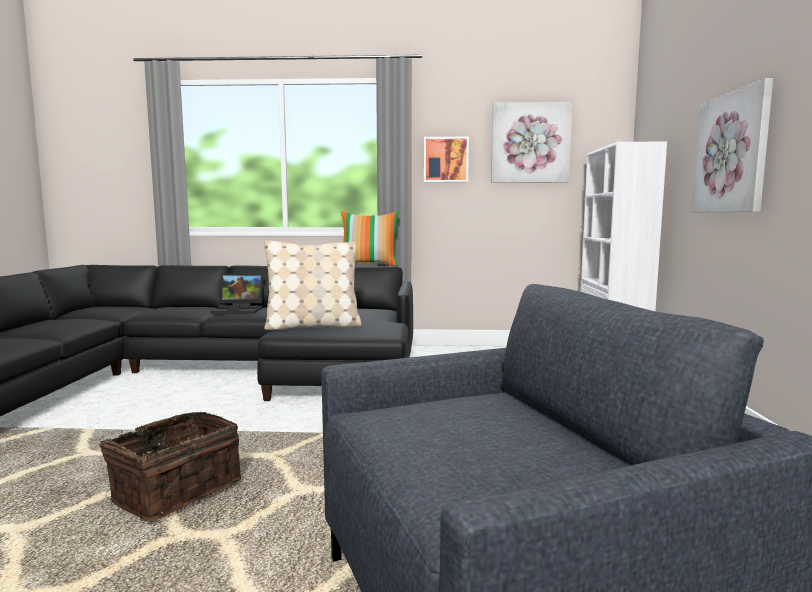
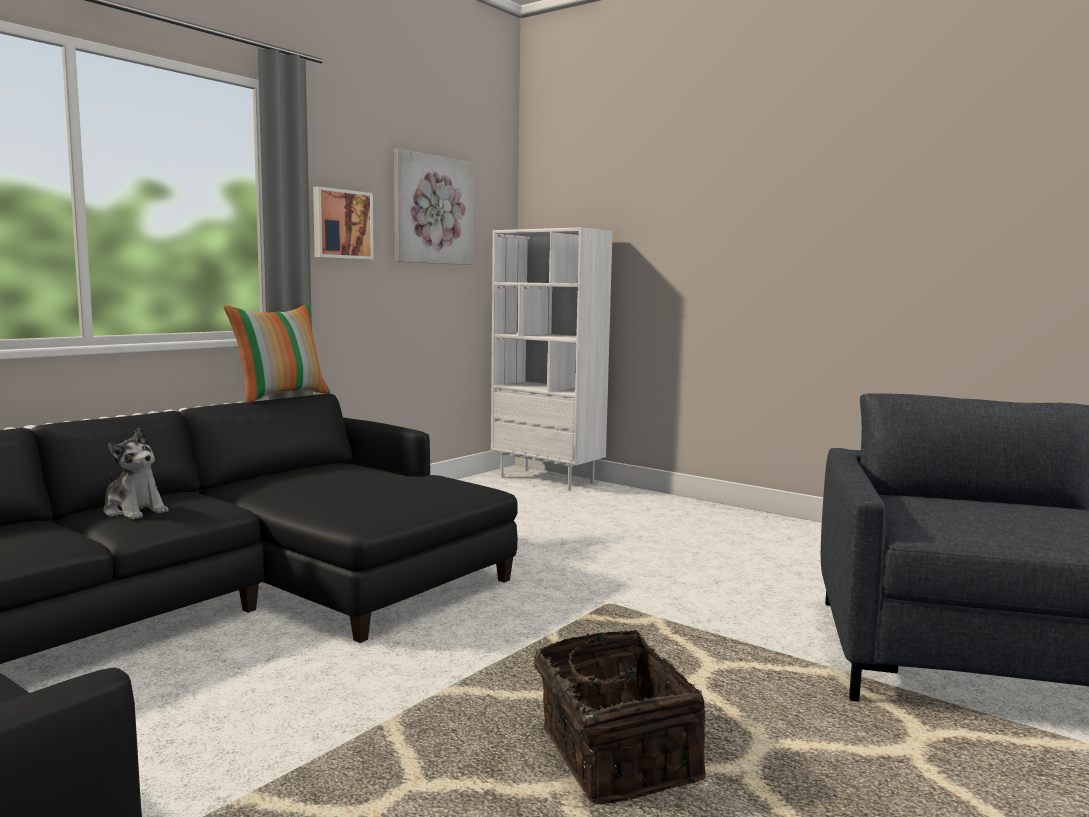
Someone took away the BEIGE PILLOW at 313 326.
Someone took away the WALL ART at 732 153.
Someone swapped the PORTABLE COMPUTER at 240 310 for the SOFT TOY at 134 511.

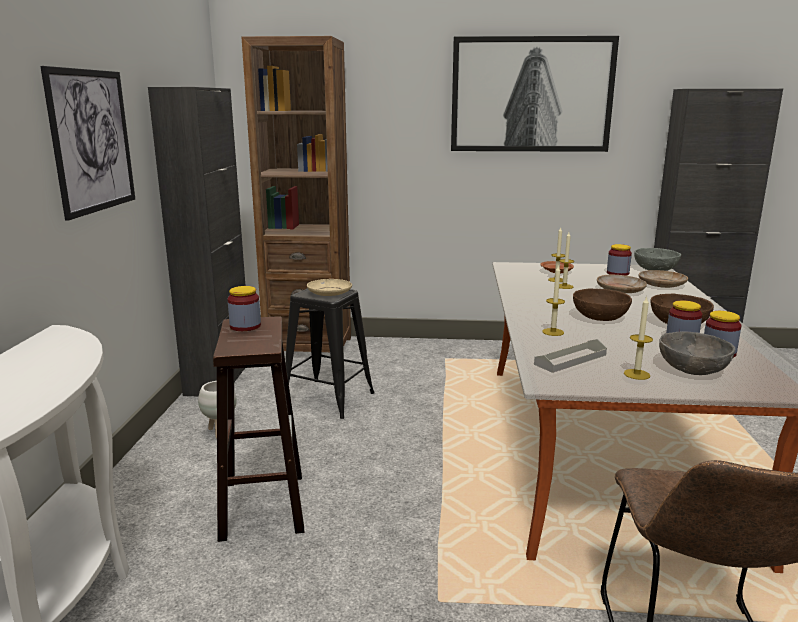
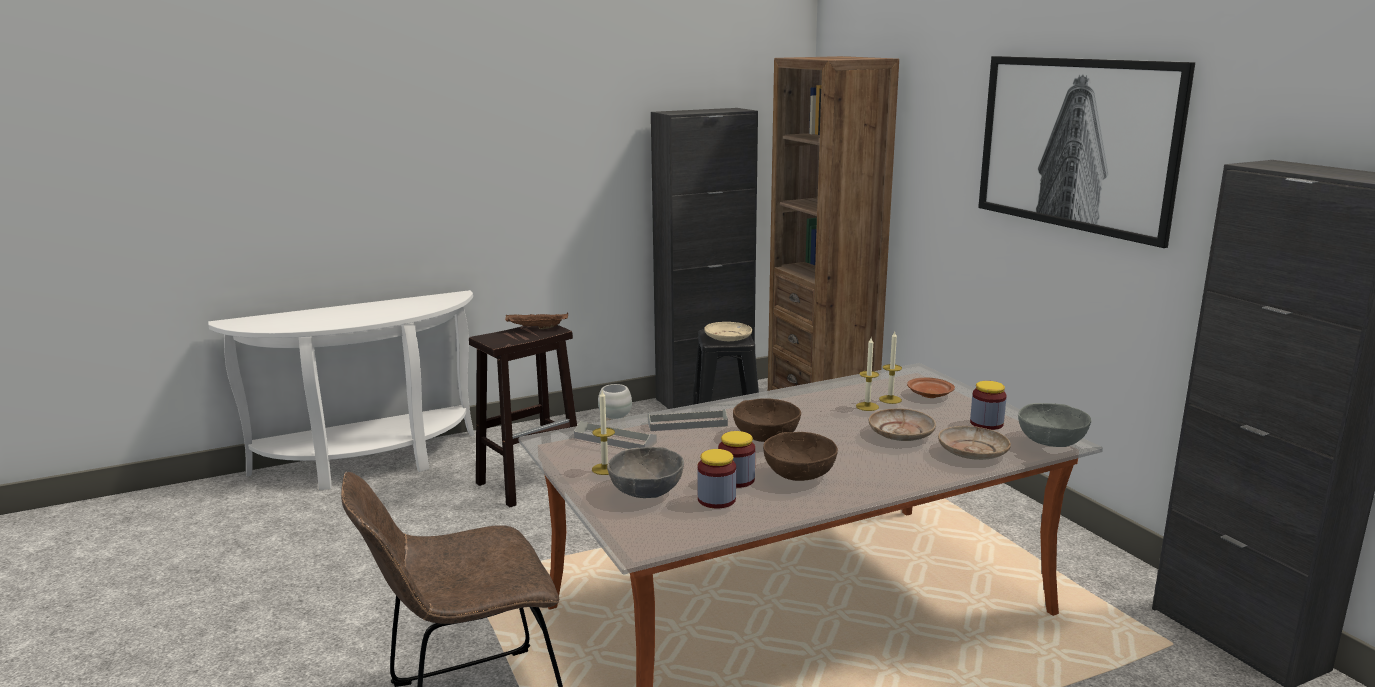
Someone took away the WALL ART at 92 141.
Someone swapped the STORAGE JAR at 245 326 for the BROWN-COLOURED TRAY at 536 328.
Someone swapped the WAX LIGHT at 553 332 for the GREY TRAY at 687 424.

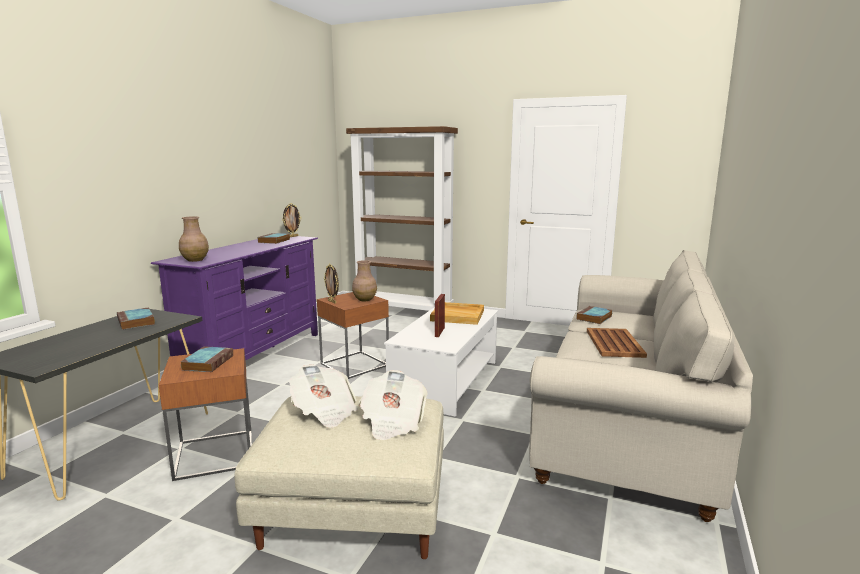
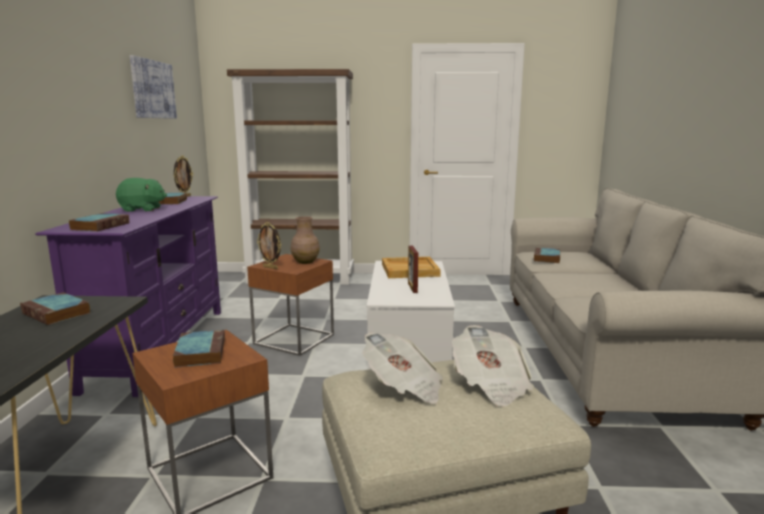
Someone took away the BROWN-COLOURED TRAY at 614 343.
Someone put down the GREEN SOFT TOY at 142 209.
Someone put up the WALL ART at 153 89.
Someone swapped the BROWN-COLOURED FLOWER VASE at 195 260 for the BOUND BOOK at 100 226.

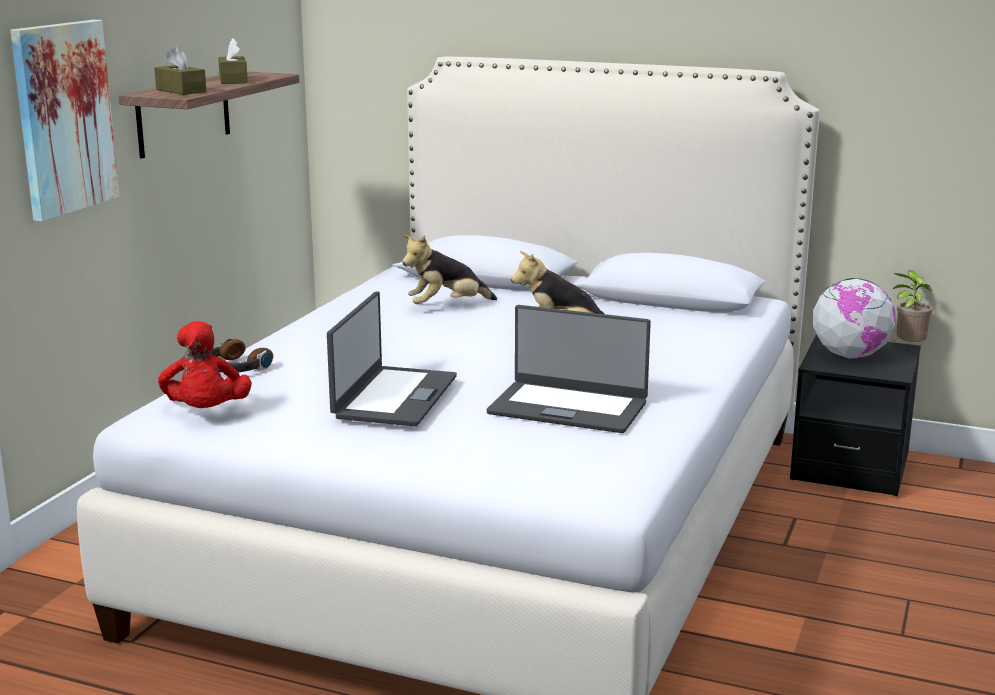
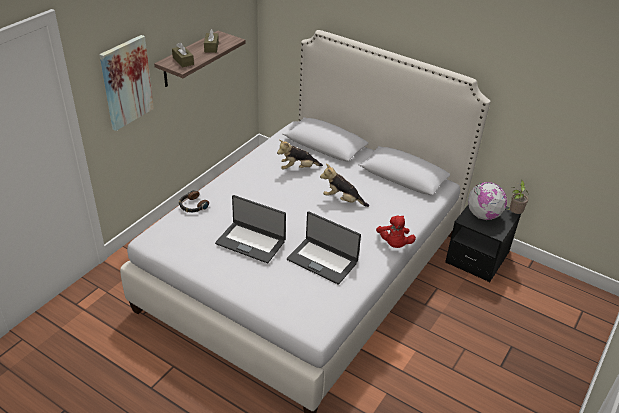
Someone carried the RED SOFT TOY from 206 413 to 394 244.
Someone rotated the PORTABLE COMPUTER at 393 397 by 90 degrees clockwise.

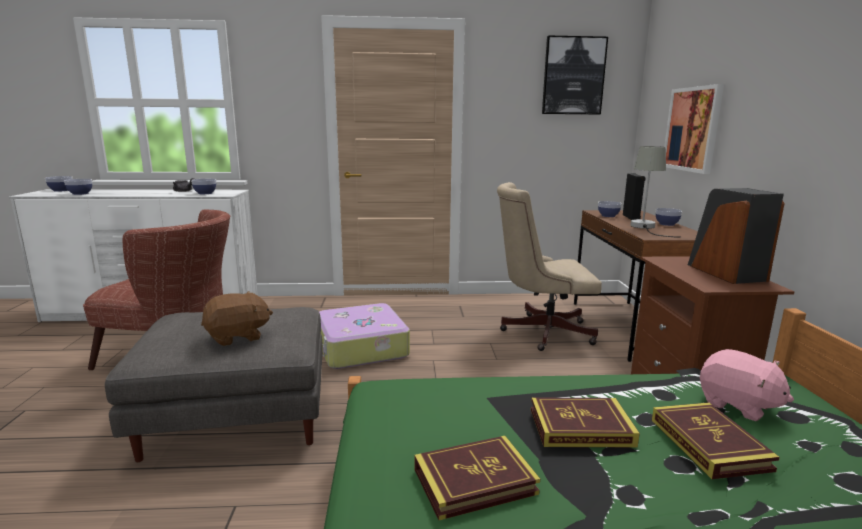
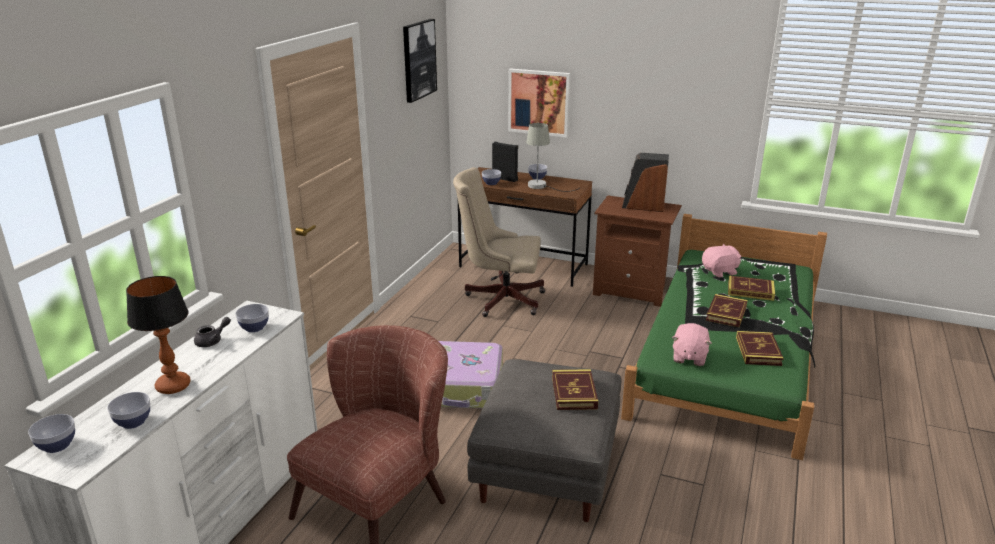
Someone put down the TABLETOP LAMP at 173 386.
Someone put down the PINK SOFT TOY at 689 357.
Someone swapped the BROWN-COLOURED SOFT TOY at 238 336 for the BOUND BOOK at 574 393.
Someone rotated the BEIGE OFFICE CHAIR at 541 331 by 75 degrees clockwise.

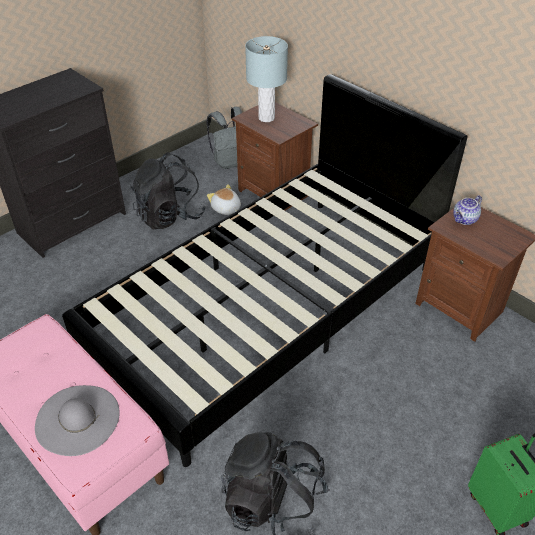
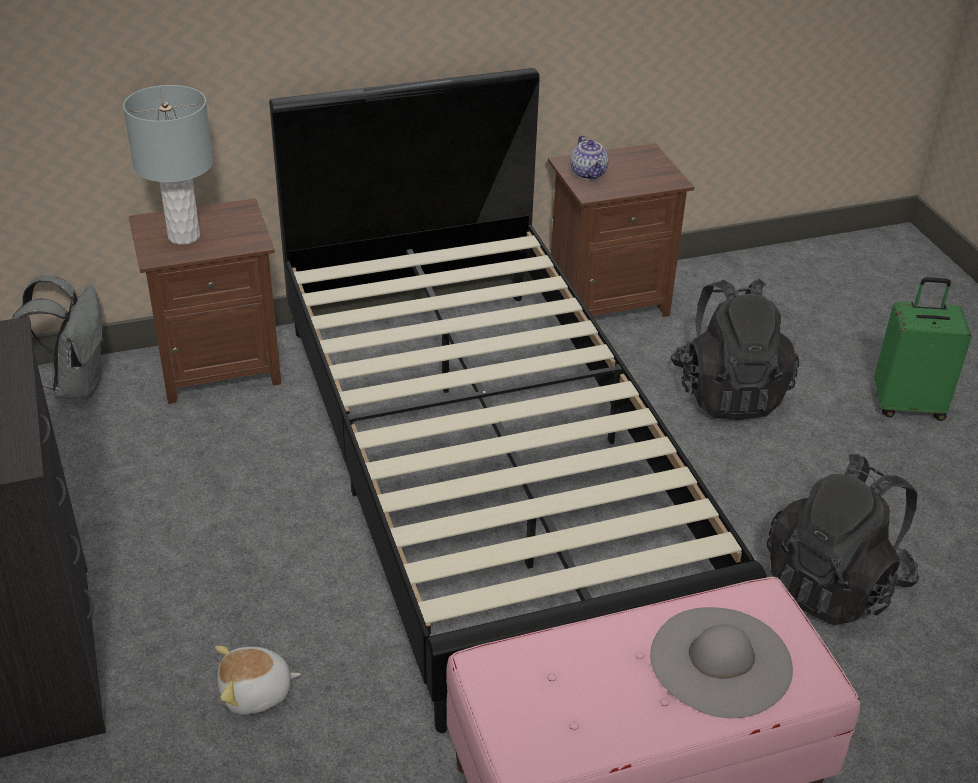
Someone carried the BLACKISH KNAPSACK from 170 216 to 728 393.
Someone carried the SOFT TOY from 226 209 to 256 693.

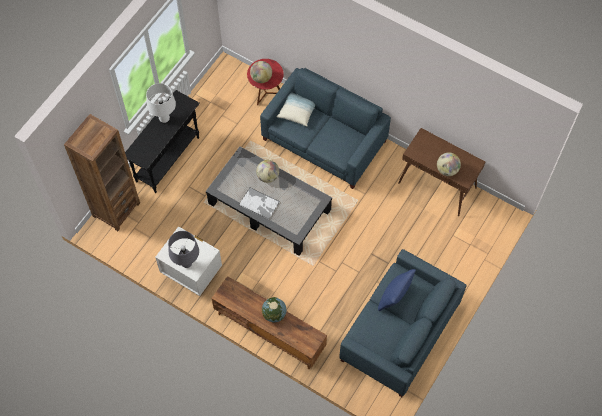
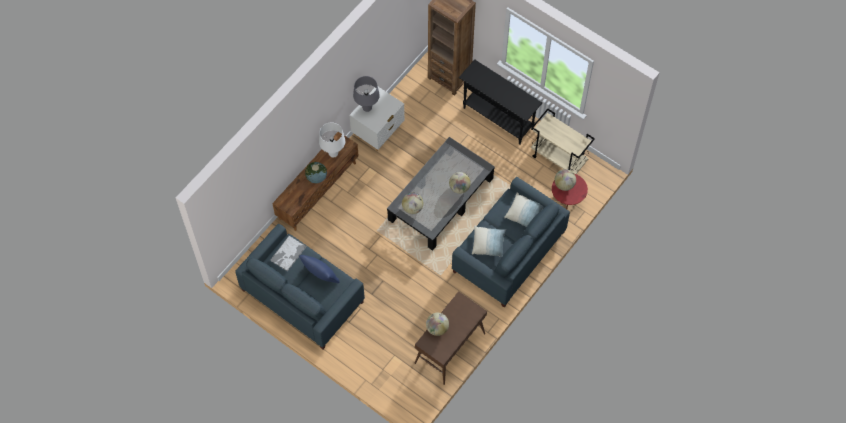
Someone put down the DESK GLOBE at 412 208.
Someone put down the PILLOW at 488 244.
Someone put down the BEIGE TROLLEY at 559 159.
Someone carried the WHITE-COLOURED TABLETOP LAMP from 164 119 to 333 154.
Someone carried the TRAY from 259 203 to 288 254.

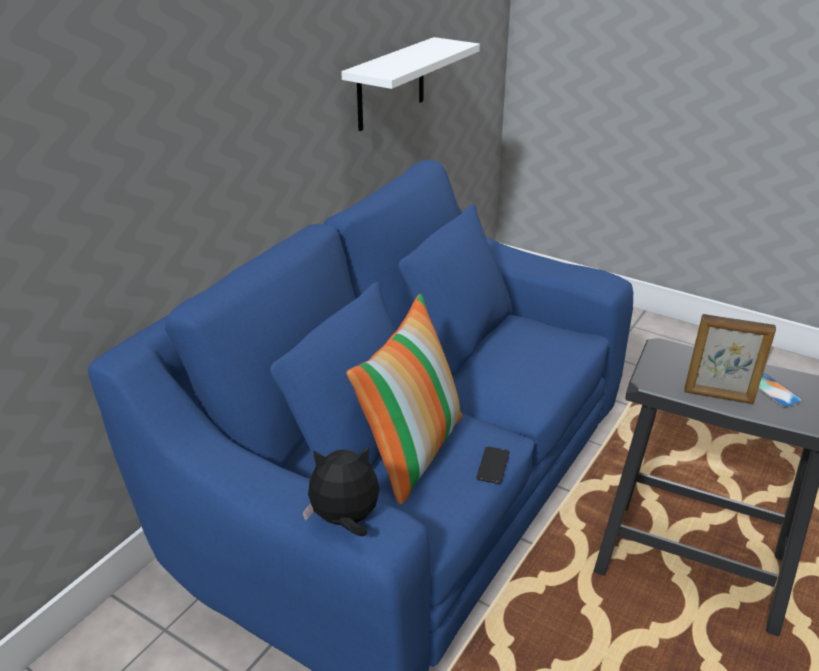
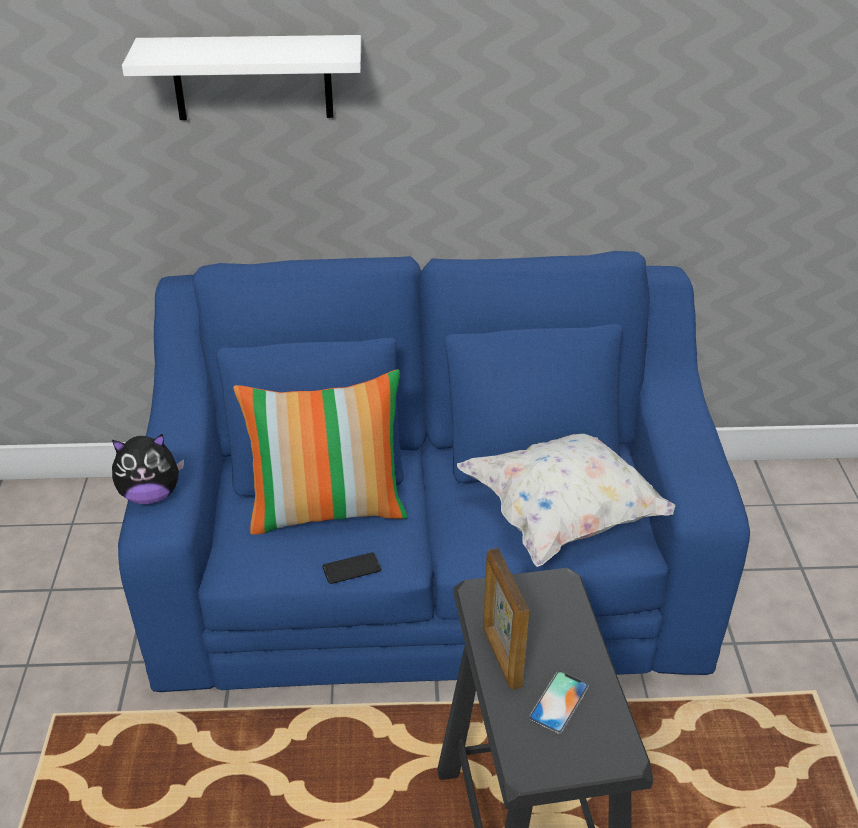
Someone put down the WHITE-COLOURED PILLOW at 564 515.
Someone carried the WHITE-COLOURED WALL SHELF from 391 84 to 252 77.
Someone rotated the SOFT TOY at 345 520 by 120 degrees clockwise.

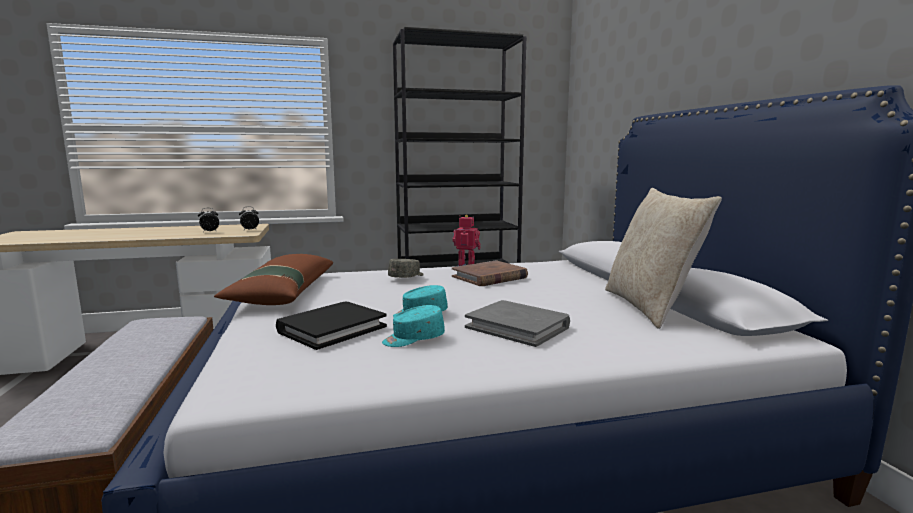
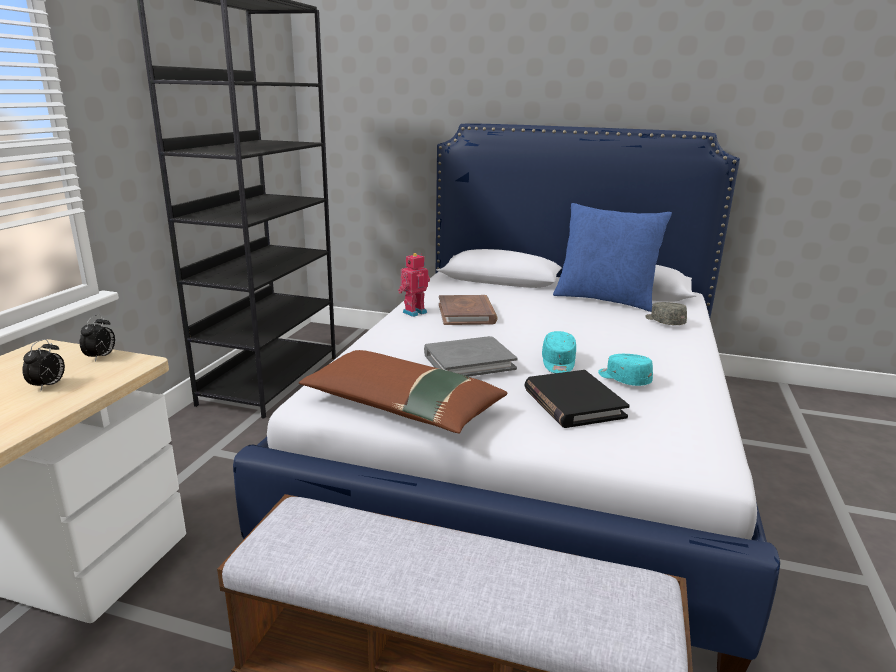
Someone carried the GREY PEAKED CAP from 407 277 to 664 322.
Someone carried the GREY BOUND BOOK from 517 327 to 469 361.
Someone repainted the BEIGE PILLOW at 650 307, which became the BLUE PILLOW at 605 299.
Someone rotated the BLUE-GREEN PEAKED CAP at 413 339 by 135 degrees clockwise.

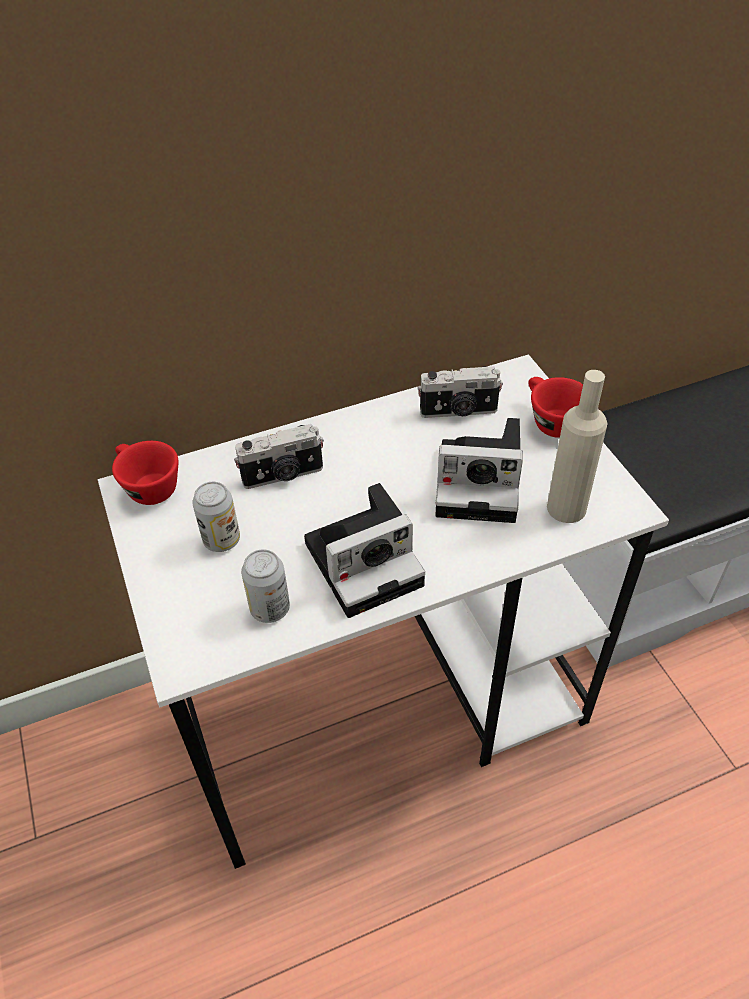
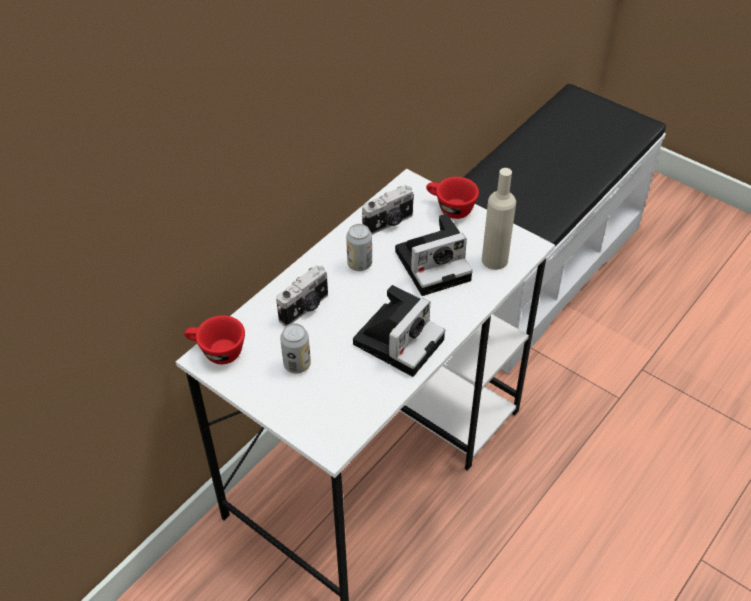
Someone carried the SEALED CAN from 270 608 to 359 264.

